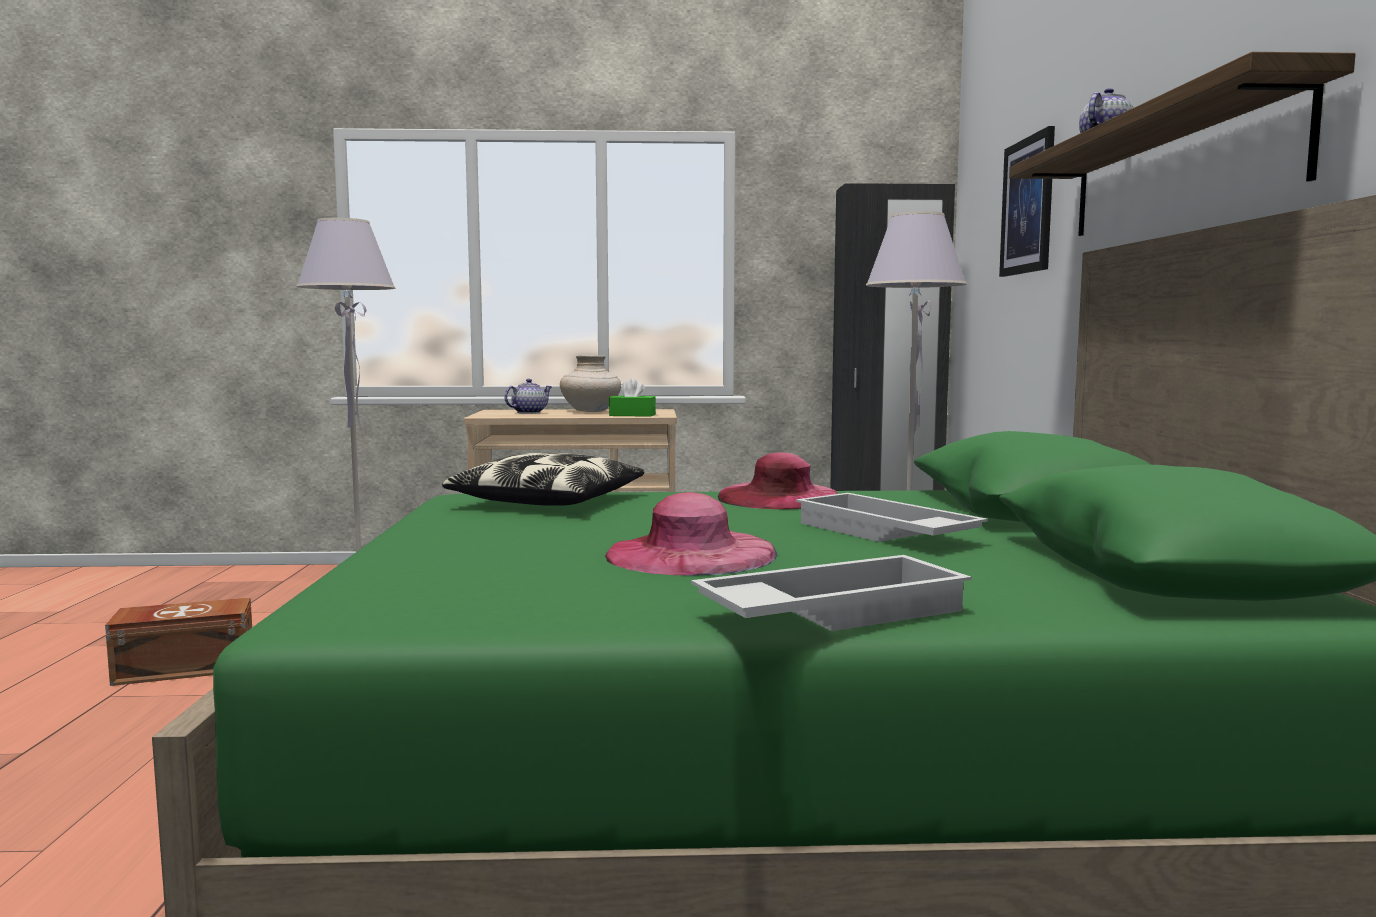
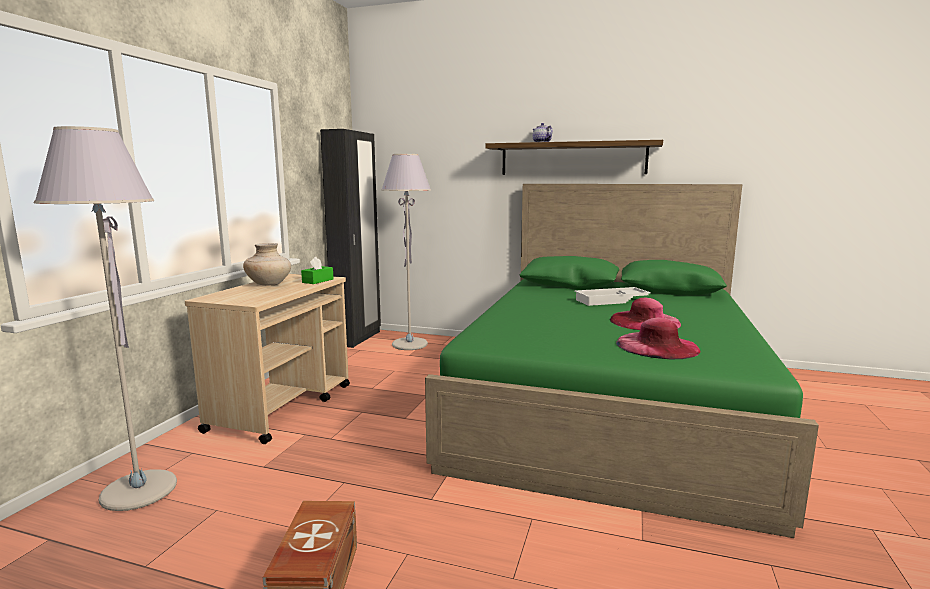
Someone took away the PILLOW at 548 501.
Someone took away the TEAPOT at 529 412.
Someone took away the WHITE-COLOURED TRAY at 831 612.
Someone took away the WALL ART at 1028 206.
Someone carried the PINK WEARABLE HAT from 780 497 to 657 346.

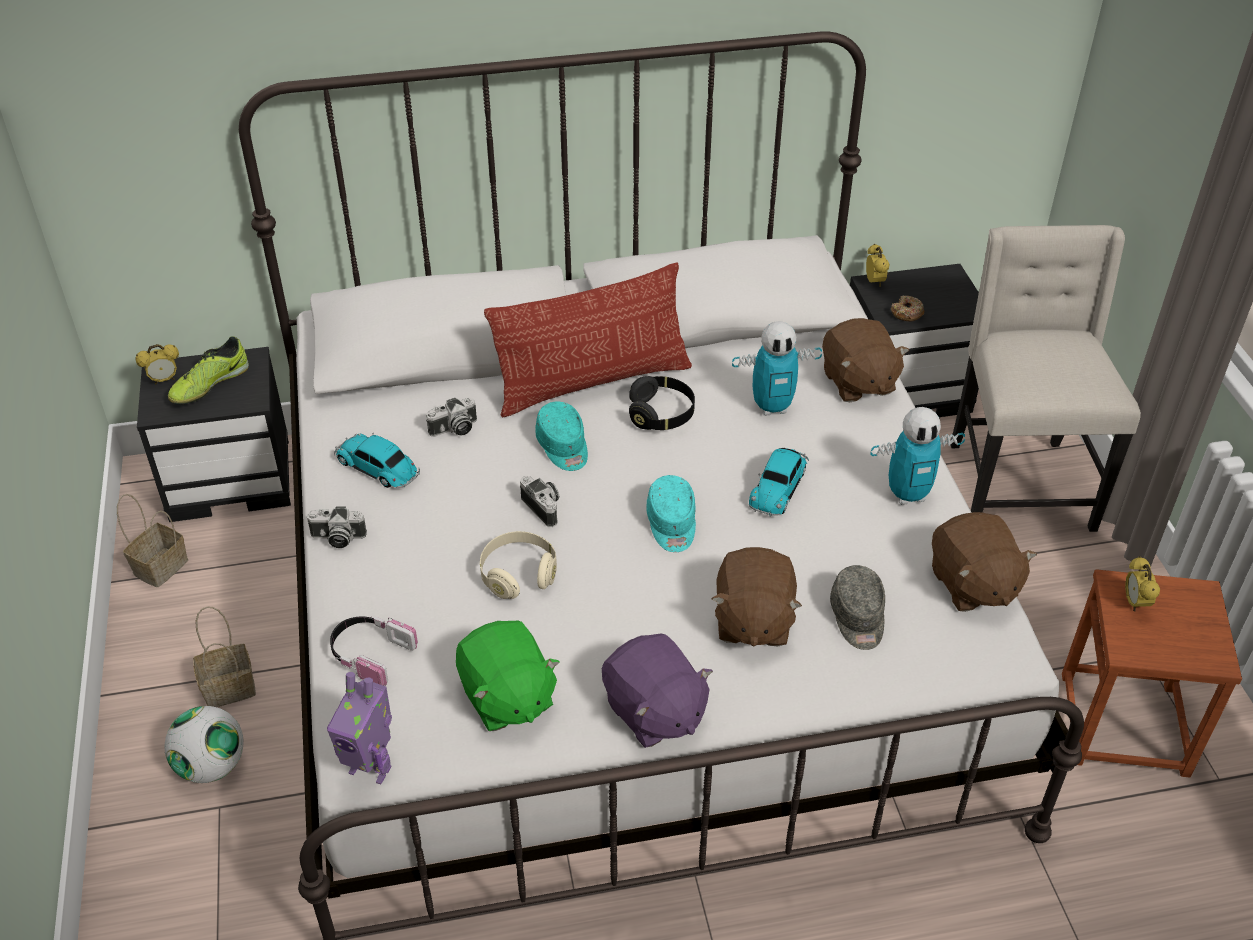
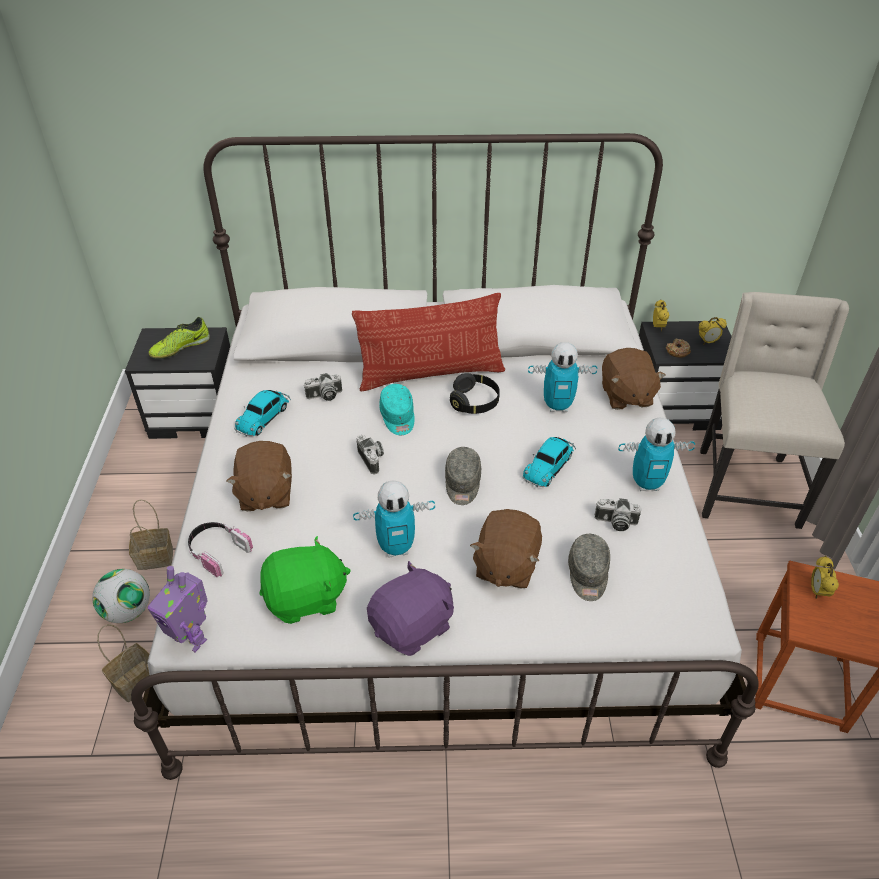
Someone took away the BEIGE HEADSET at 518 575.
Someone put down the MODEL ROBOT at 396 548.
Someone carried the STORAGE BASKET from 161 565 to 136 679.
Someone carried the ALARM CLOCK from 164 380 to 707 342.
Someone carried the STILL CAMERA from 337 538 to 615 522.
Someone carried the BROWN-COLOURED SOFT TOY from 972 584 to 265 493.
Someone repainted the BLUE-GREEN PEAKED CAP at 672 524, which became the GREY PEAKED CAP at 462 484.
Someone rotated the MODEL CAR at 378 468 by 105 degrees counterclockwise.
Someone rotated the GREEN SOFT TOY at 507 697 by 90 degrees counterclockwise.
Someone rotated the PURPLE-COLOURED SOFT TOY at 654 712 by 105 degrees counterclockwise.

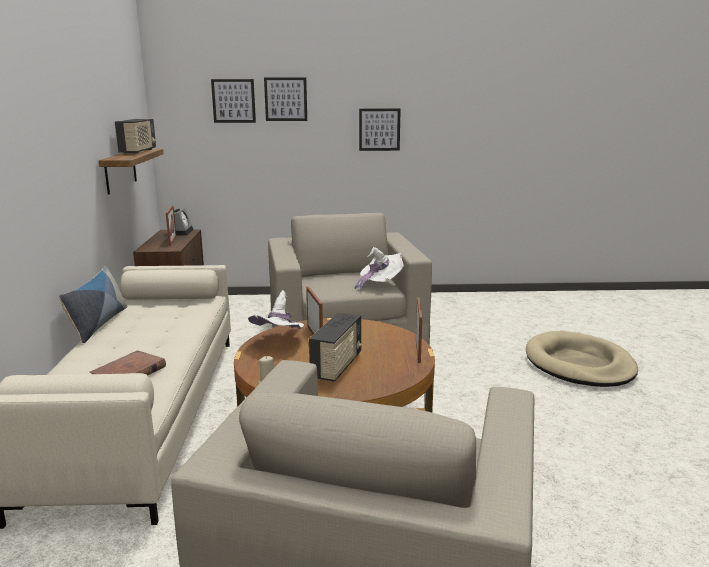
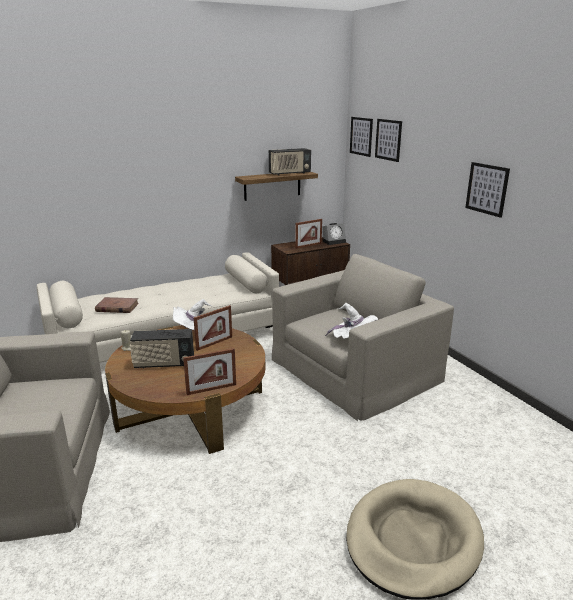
Someone took away the PILLOW at 98 324.
Someone carried the WALL ART from 286 99 to 361 136.

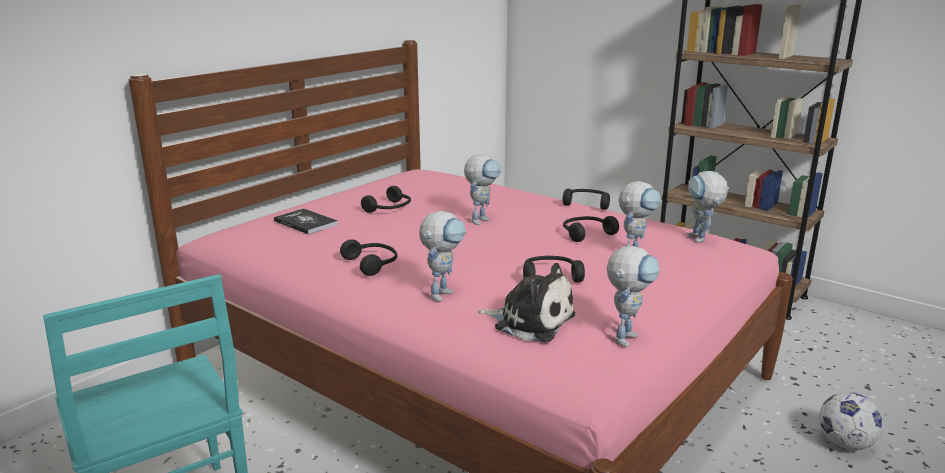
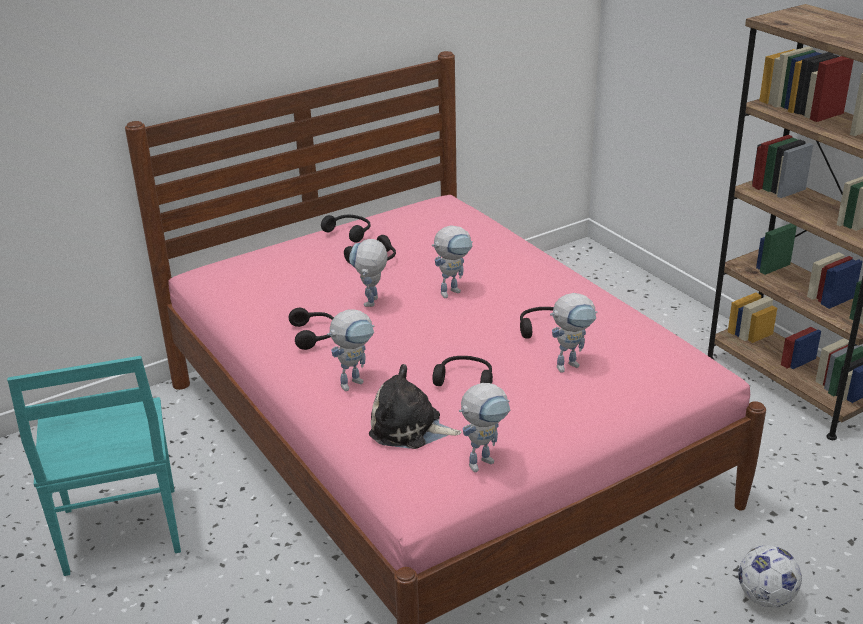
Someone took away the BOUND BOOK at 305 223.
Someone carried the BLACKISH HEADSET from 587 204 to 349 232.
Someone carried the MODEL ROBOT from 700 240 to 371 305.
Someone rotated the SOFT TOY at 530 321 by 150 degrees clockwise.

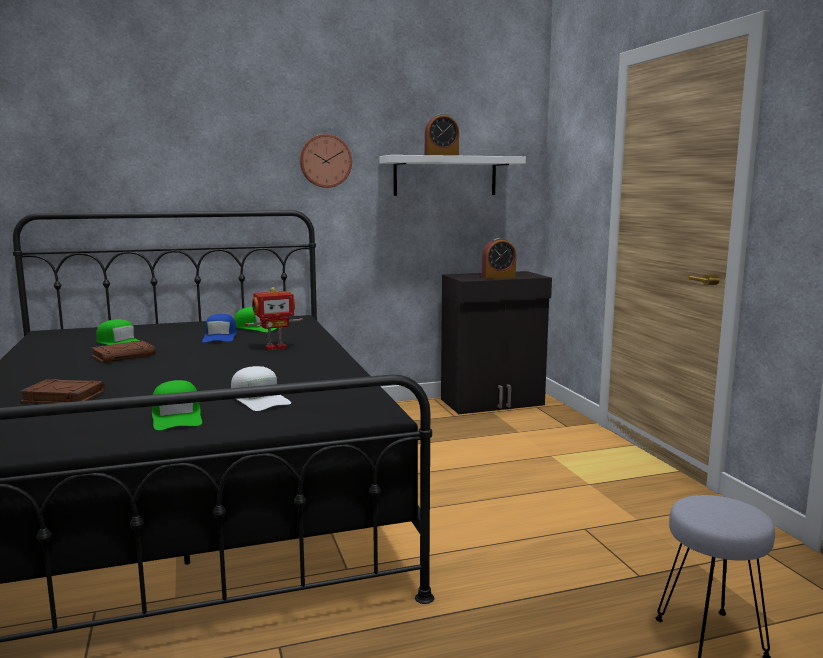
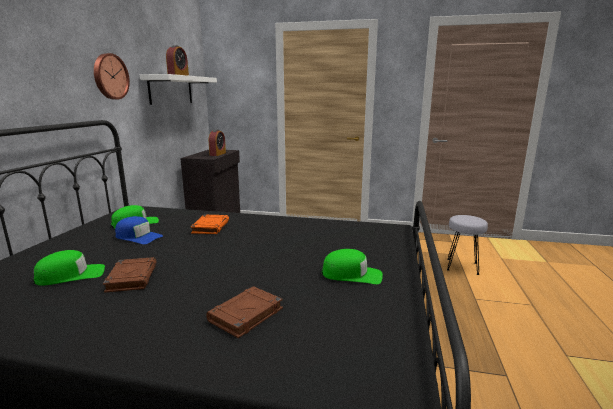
Someone took away the WHITE-COLOURED PEAKED CAP at 259 399.
Someone swapped the MODEL ROBOT at 275 347 for the ORANGE-COLOURED BOUND BOOK at 210 227.

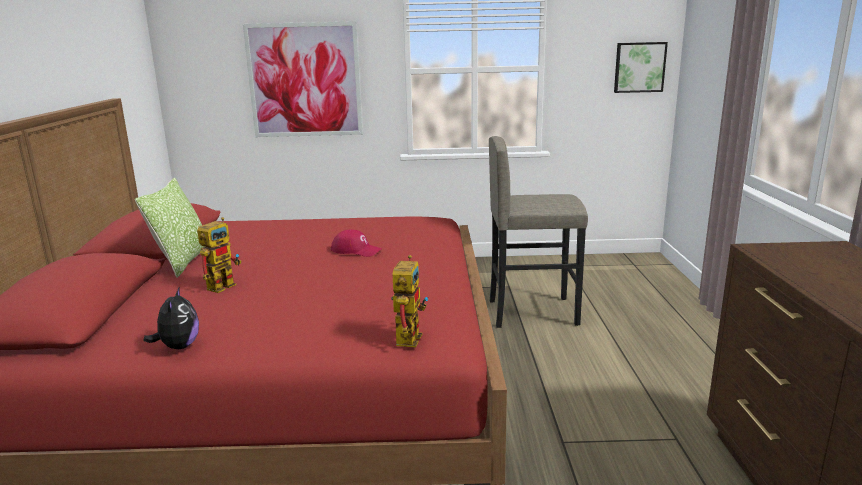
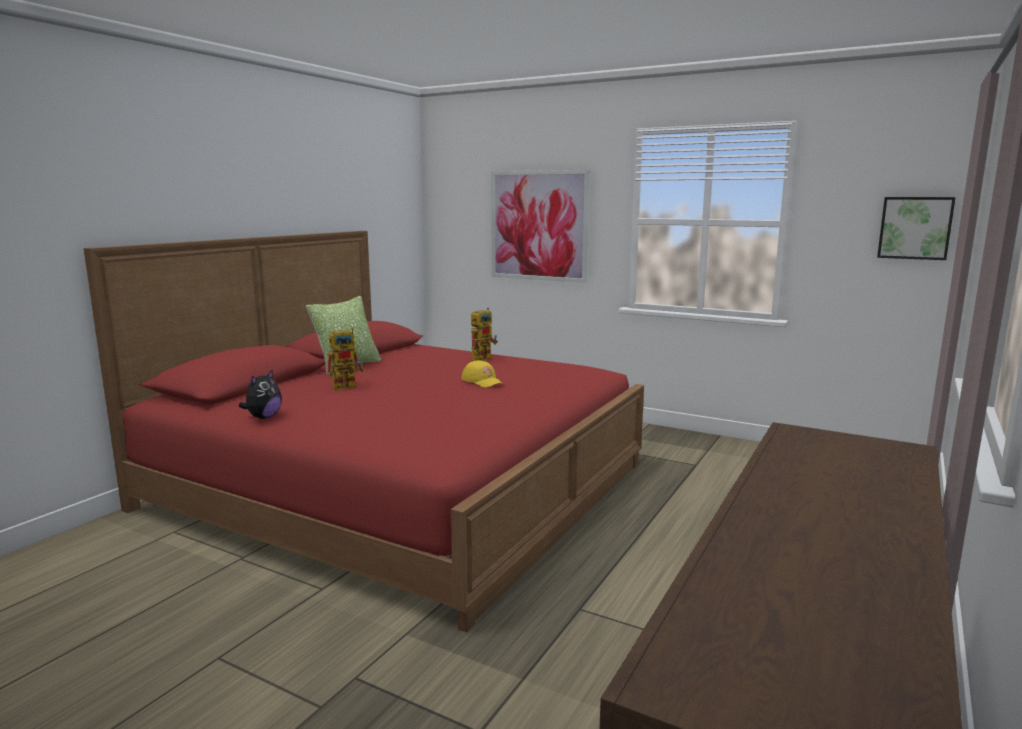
Someone took away the GREY STOOL at 532 312.
Someone carried the MODEL ROBOT from 407 336 to 483 358.
Someone repainted the RED PEAKED CAP at 356 250, which became the YELLOW PEAKED CAP at 482 381.

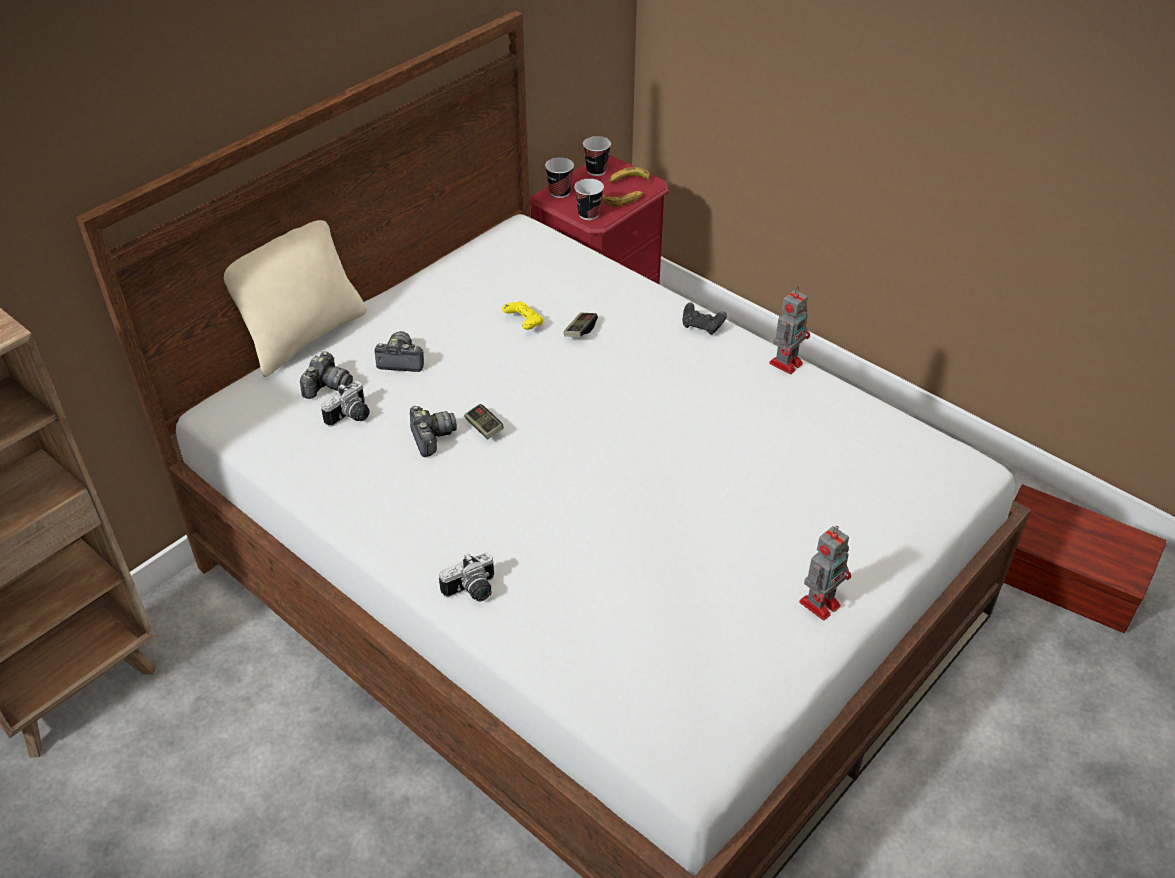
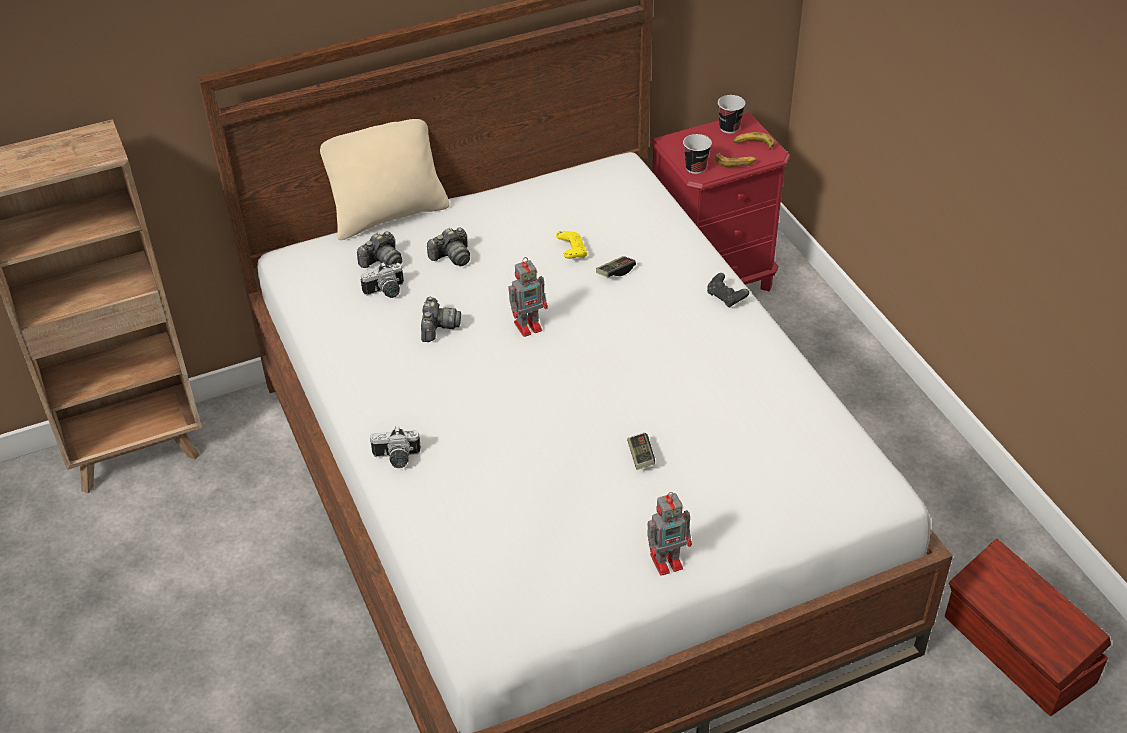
Someone took away the SMALL CUP at 559 192.
Someone carried the GAMEPAD from 484 427 to 640 456.
Someone carried the MODEL ROBOT from 786 362 to 529 325.
Someone rotated the STILL CAMERA at 401 361 by 120 degrees clockwise.

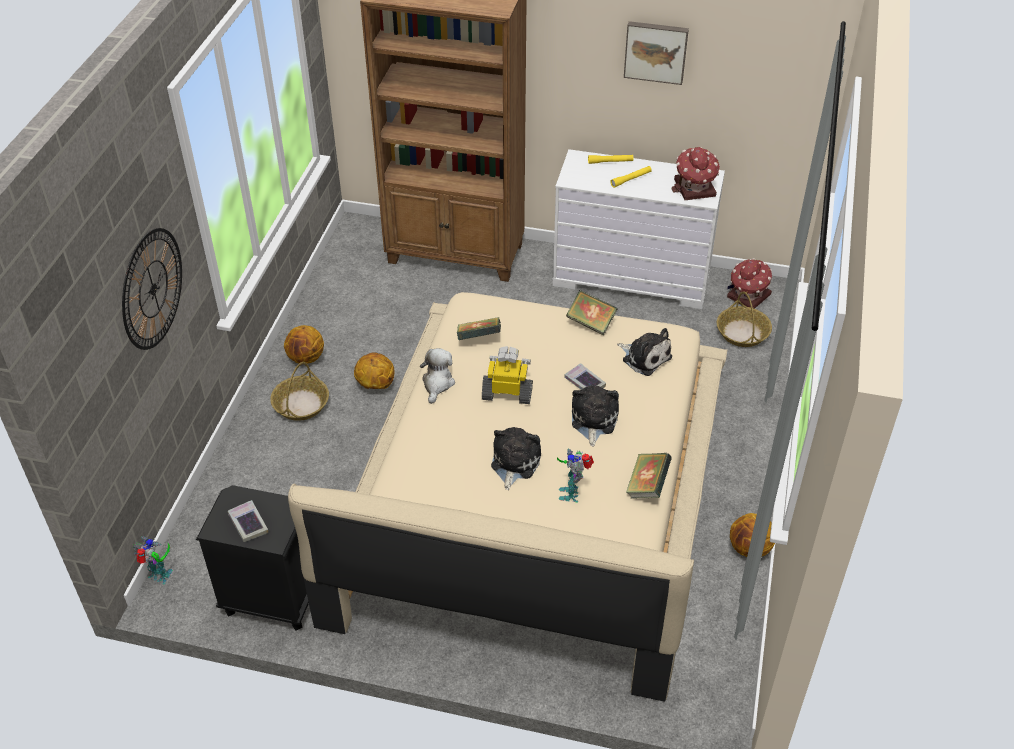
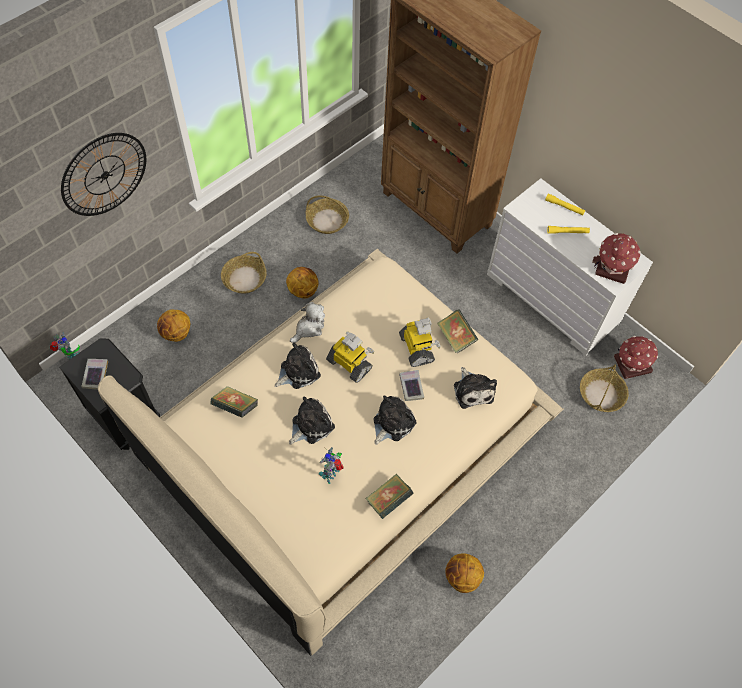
Someone took away the WALL ART at 656 51.
Someone put down the SOFT TOY at 297 371.
Someone put down the STORAGE BASKET at 327 220.
Someone put down the MODEL ROBOT at 417 348.
Someone carried the BALL FOR BASKETBALL from 306 358 to 176 333.
Someone carried the BOUND BOOK from 479 339 to 235 407.

